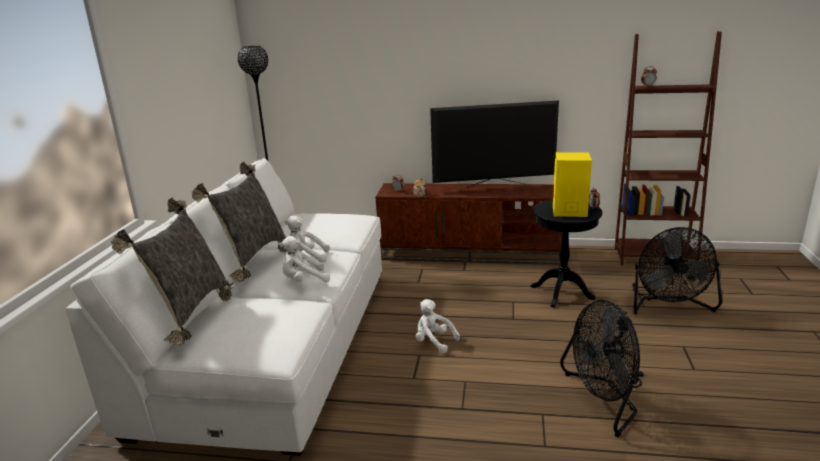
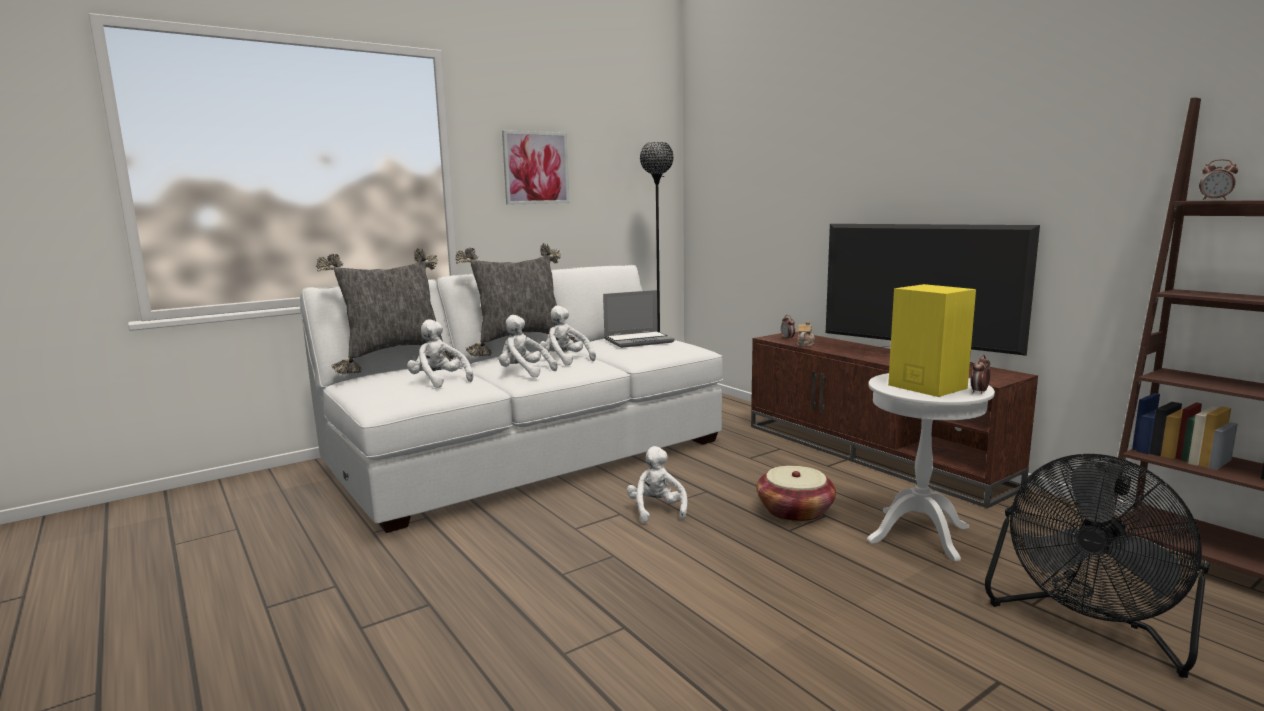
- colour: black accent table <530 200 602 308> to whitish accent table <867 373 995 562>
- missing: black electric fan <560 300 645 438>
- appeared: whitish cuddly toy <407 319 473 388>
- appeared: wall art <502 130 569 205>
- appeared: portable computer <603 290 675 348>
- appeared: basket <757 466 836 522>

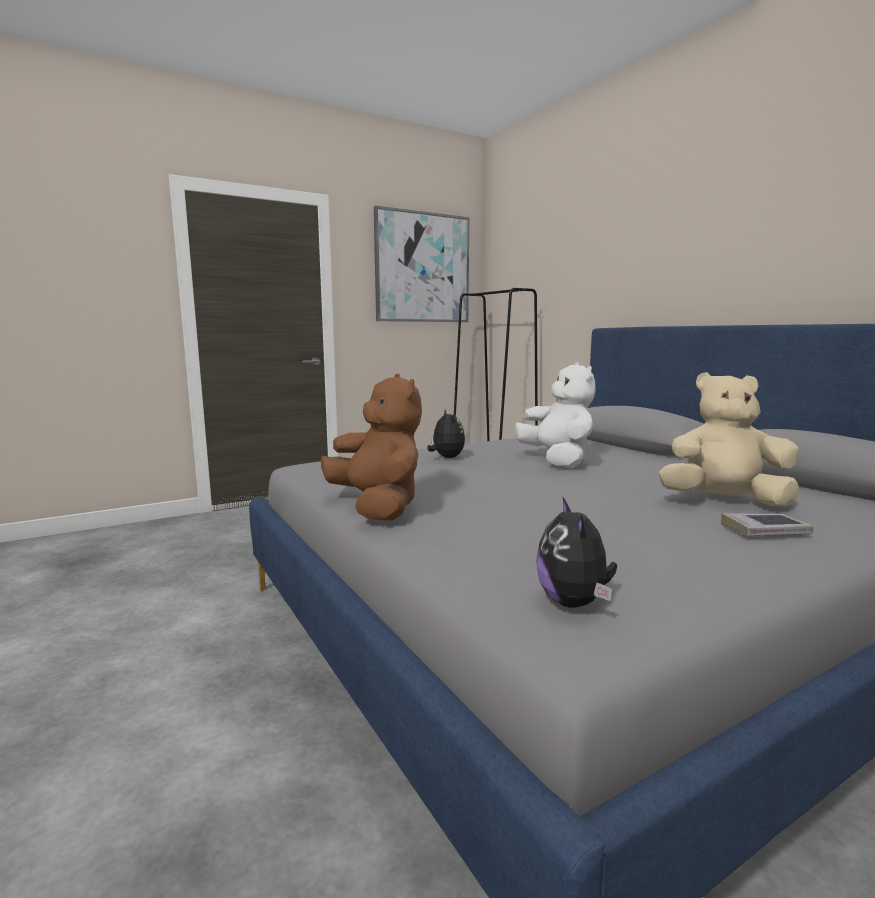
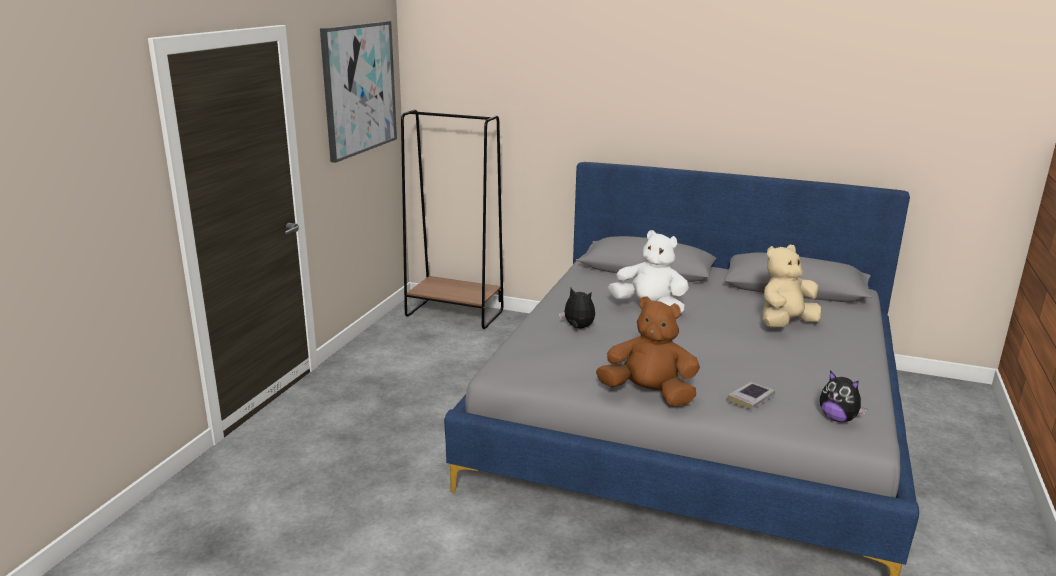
- relocated: bound book <721 513 814 536> to <728 382 775 410>

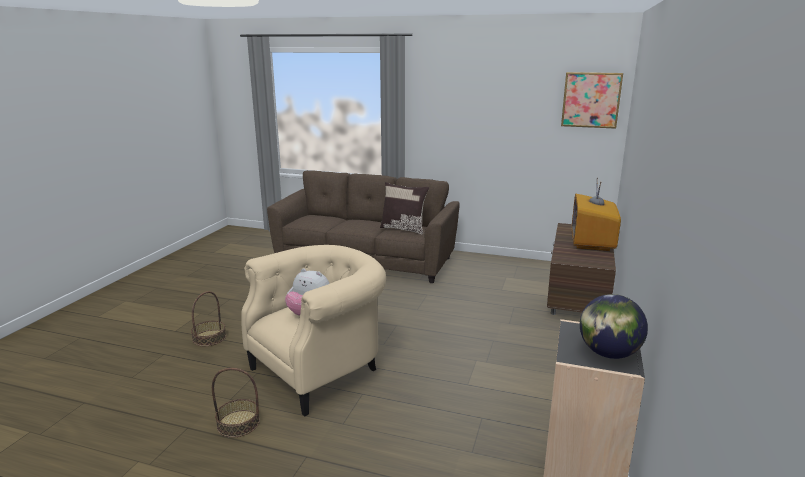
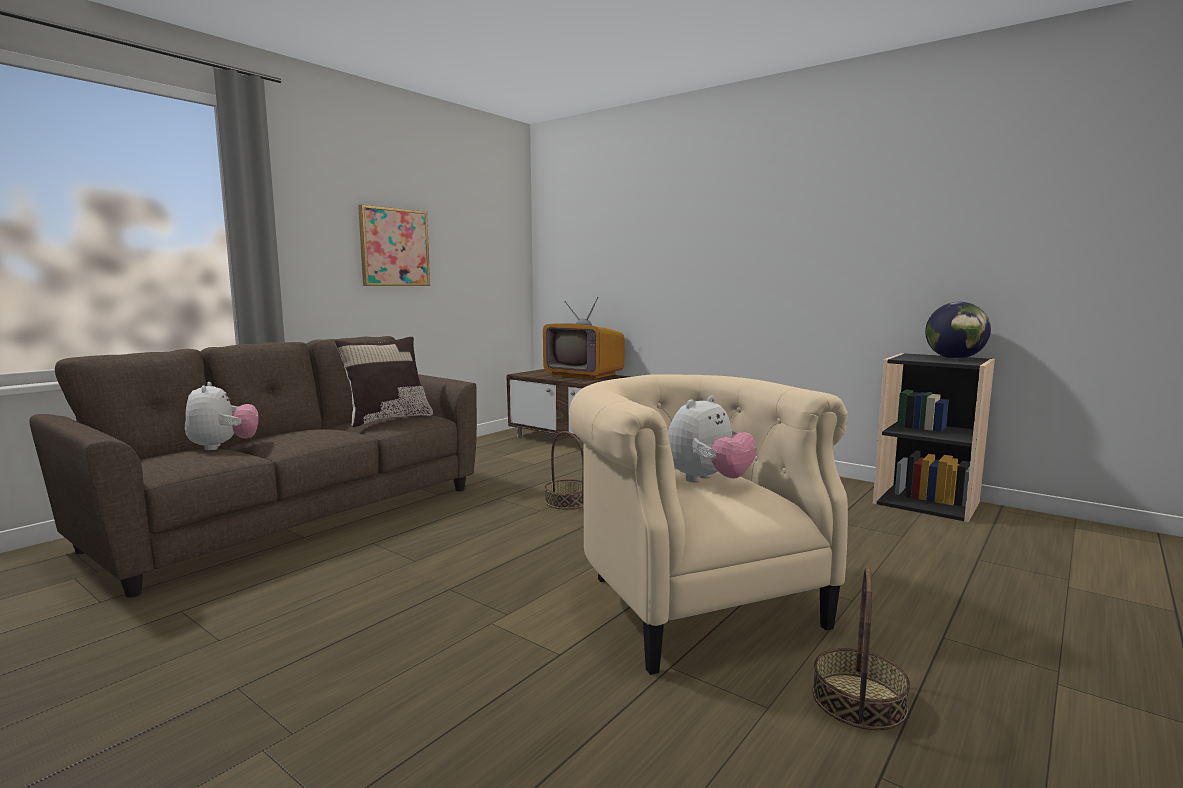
- relocated: basket <191 291 226 346> to <545 431 584 509>
- relocated: wall art <561 72 623 129> to <358 205 430 286>
- appeared: cuddly toy <185 382 259 450>

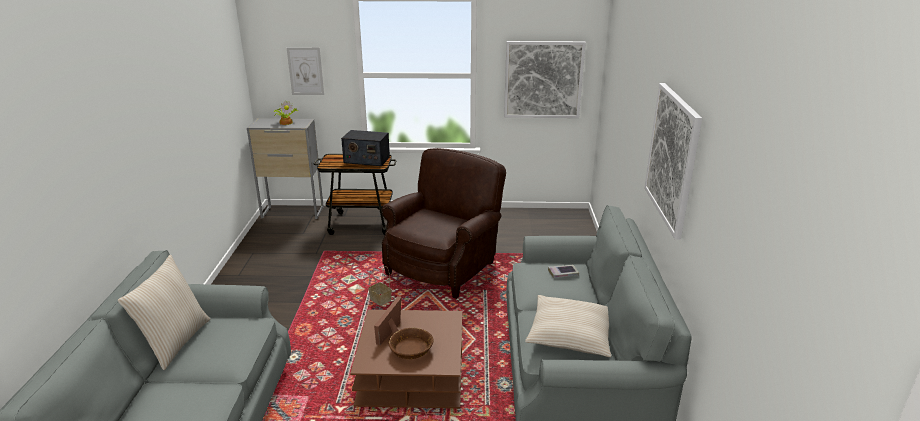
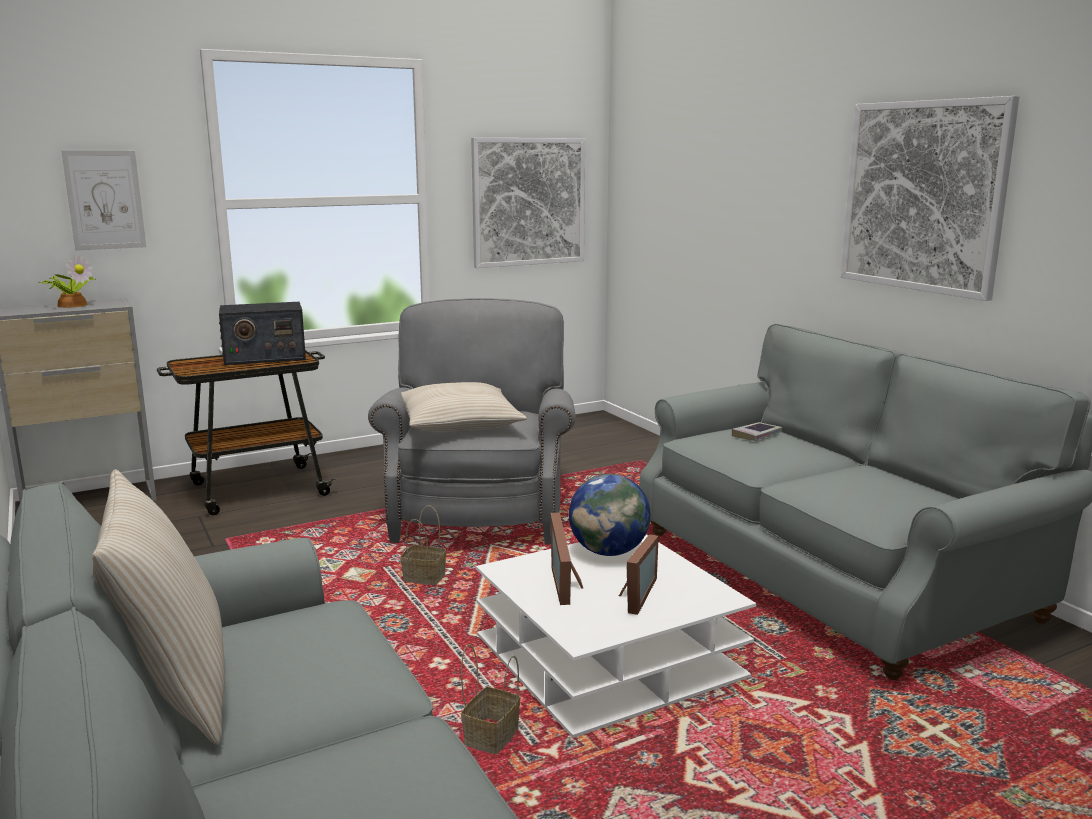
- colour: brown-coloured lounge table <350 310 462 408> to whitish lounge table <476 535 756 738>
- colour: brown-coloured armchair <382 148 506 299> to gray armchair <368 298 576 544>
- exchanged: brown-coloured bowl <389 328 434 359> to photo frame <619 534 659 615>
- relocated: beige-coloured cushion <525 295 611 357> to <401 382 527 432>
- appeared: basket <461 644 520 754>
- appeared: desk globe <569 474 651 556>

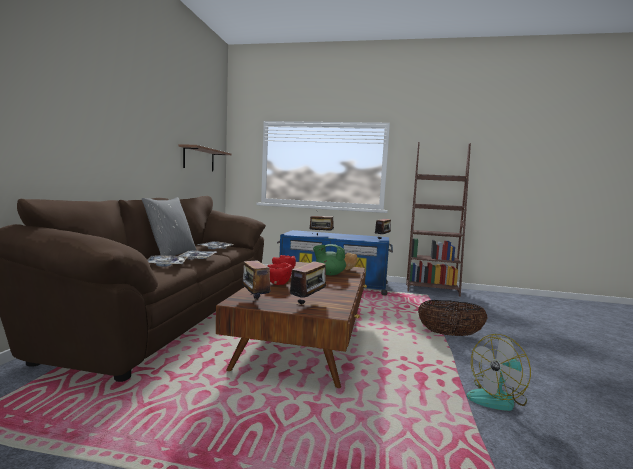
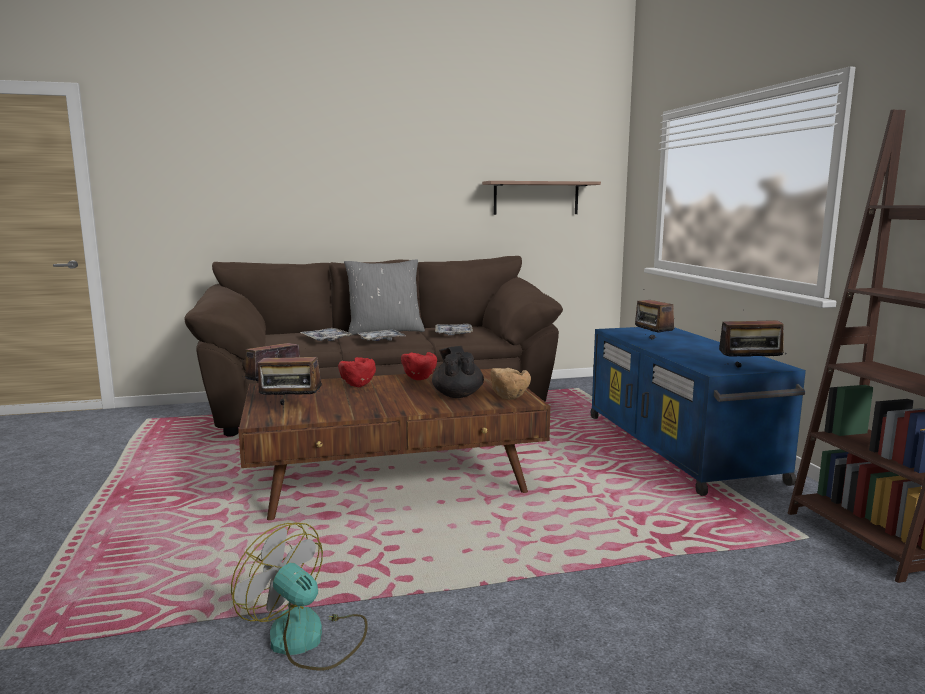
- colour: green-coloured tea pot <313 244 346 275> to black tea pot <432 346 484 398>
- missing: basket <418 300 488 336>

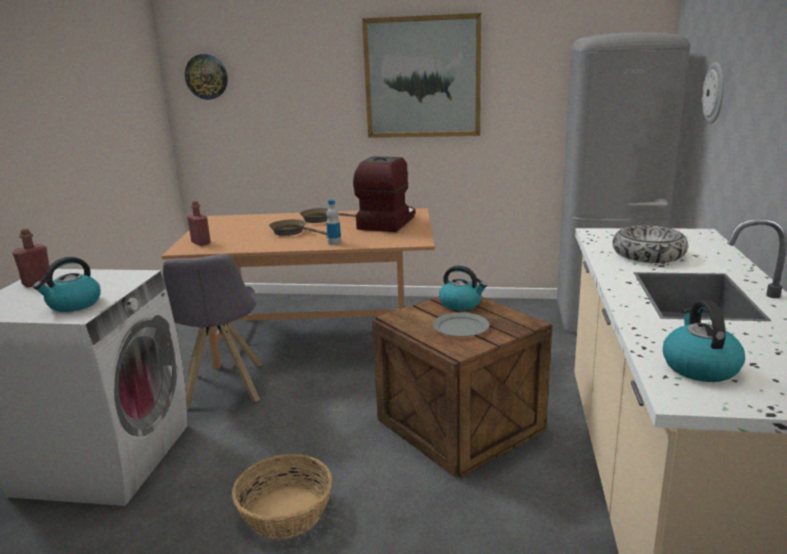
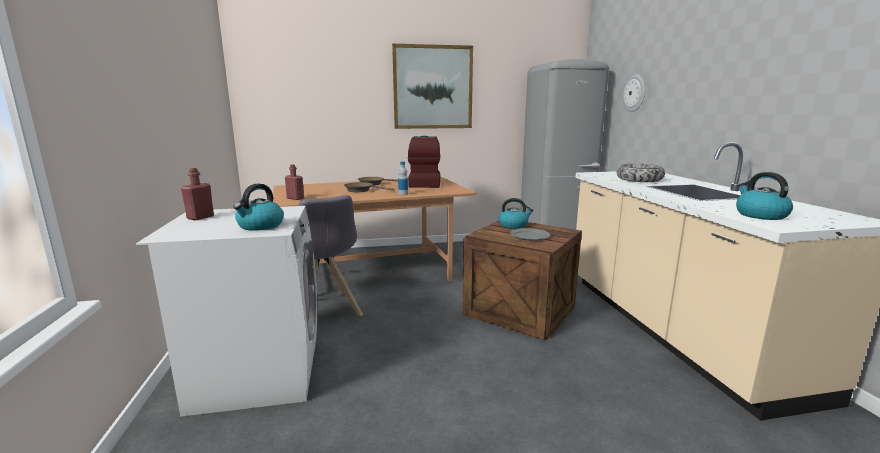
- missing: hanging clock <185 54 228 100>
- missing: basket <232 454 332 539>

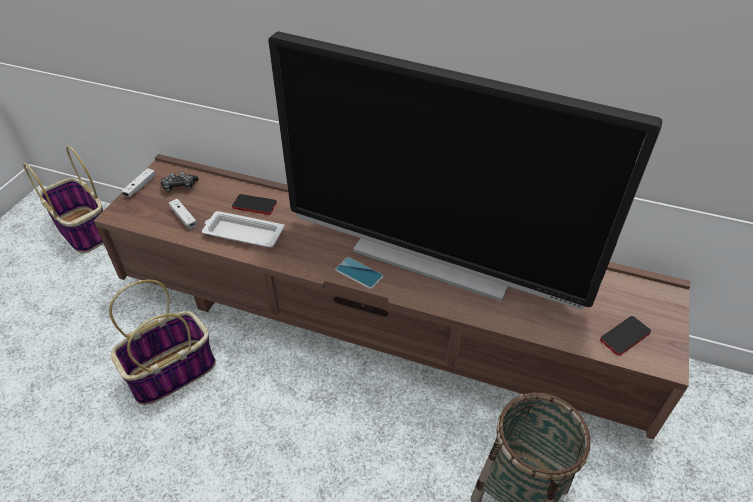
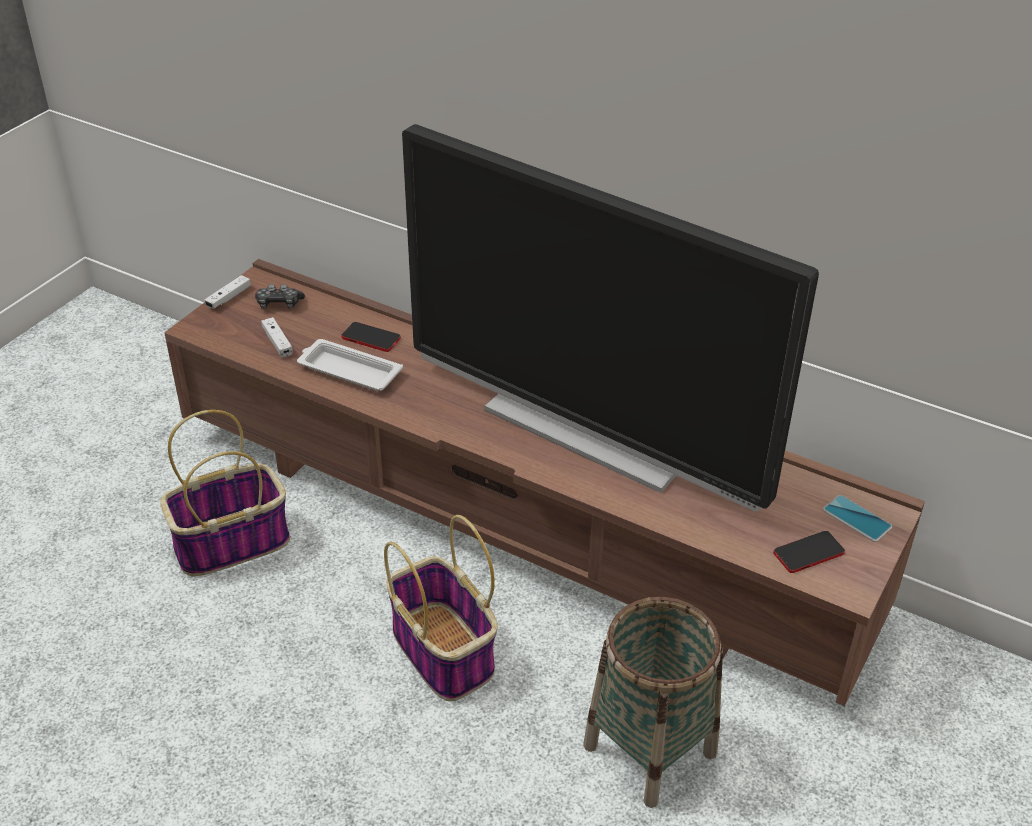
- relocated: basket <23 145 104 253> to <384 515 498 701>
- relocated: phone <335 257 384 289> to <823 495 892 542>

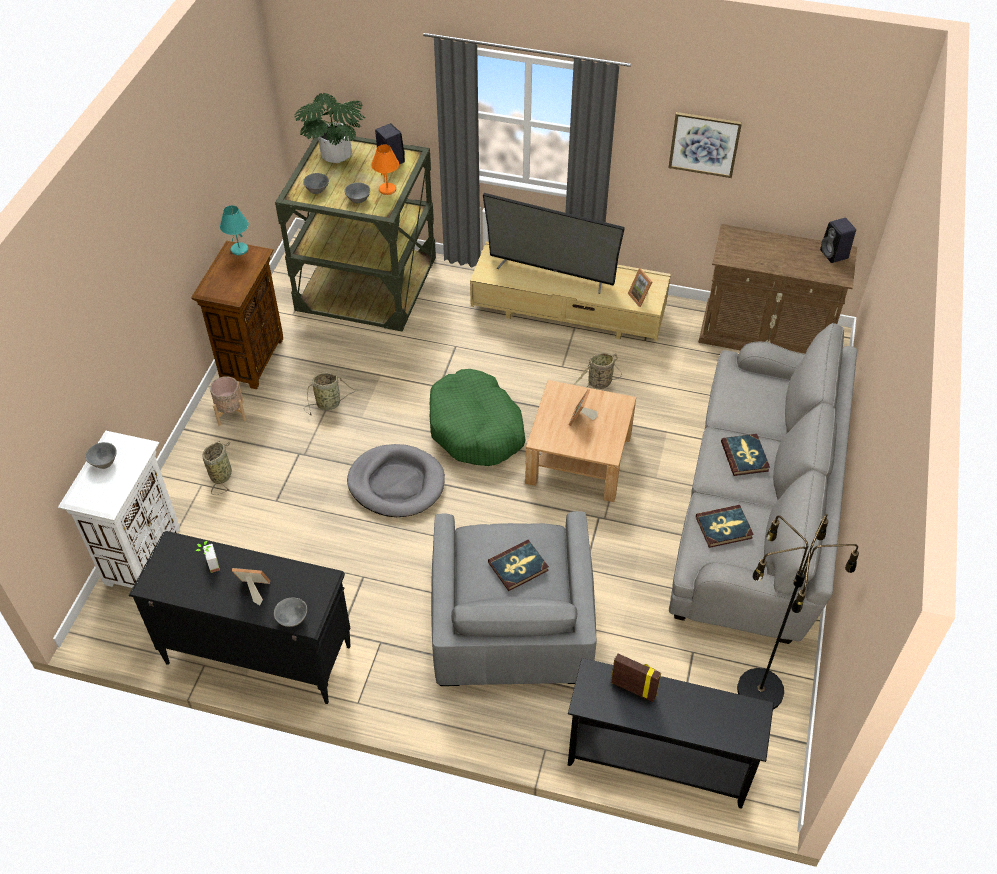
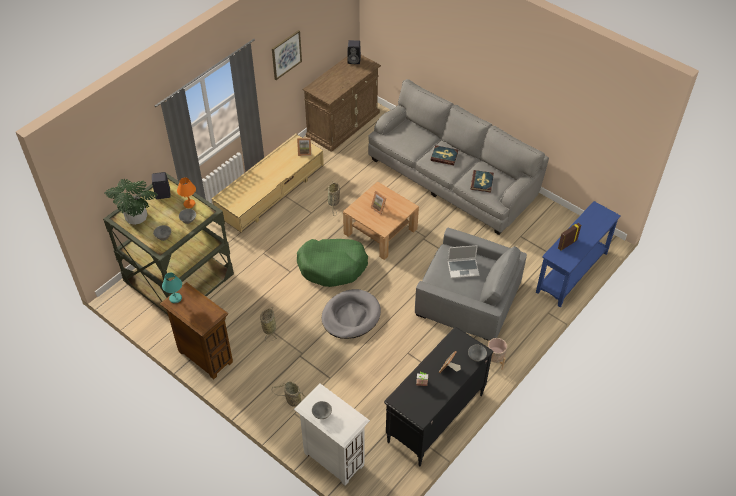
- relocated: beige-coloured planter <210 376 246 426> to <487 338 507 370>
- missing: TV set <483 193 625 294>
- exchanged: bound book <488 540 549 591> to portable computer <448 245 479 278>
- colour: black hall table <568 658 774 809> to blue-coloured hall table <536 201 621 307>
- missing: floor lamp <737 514 859 710>

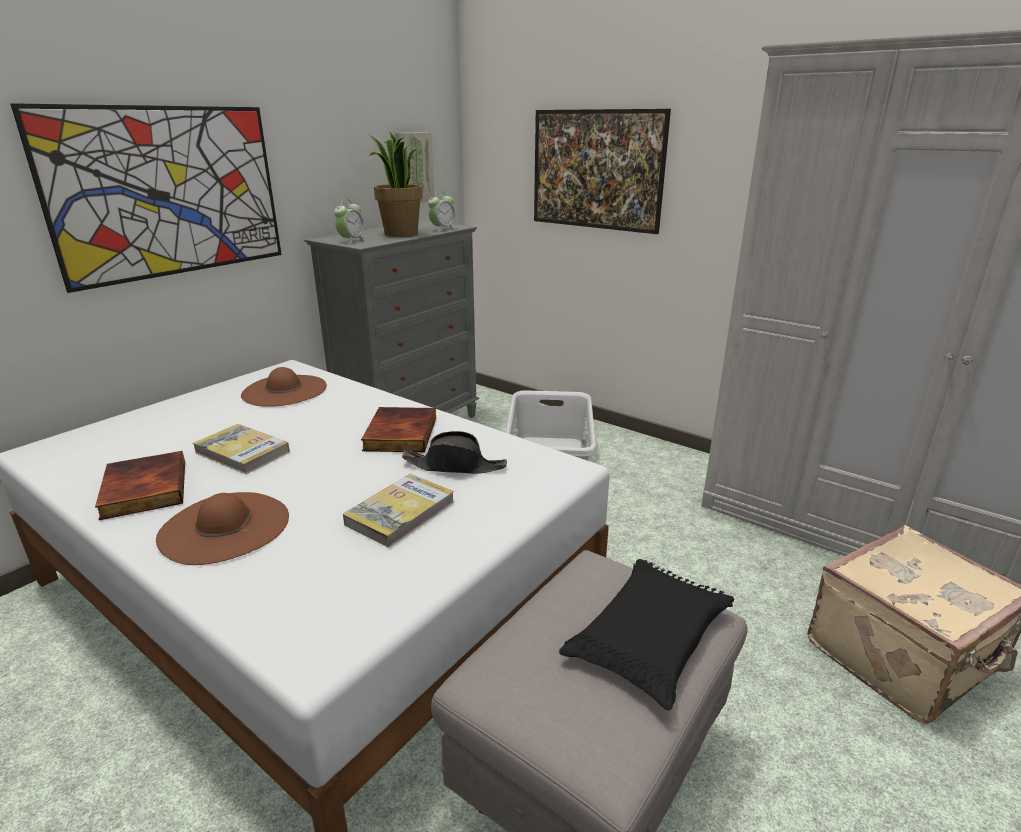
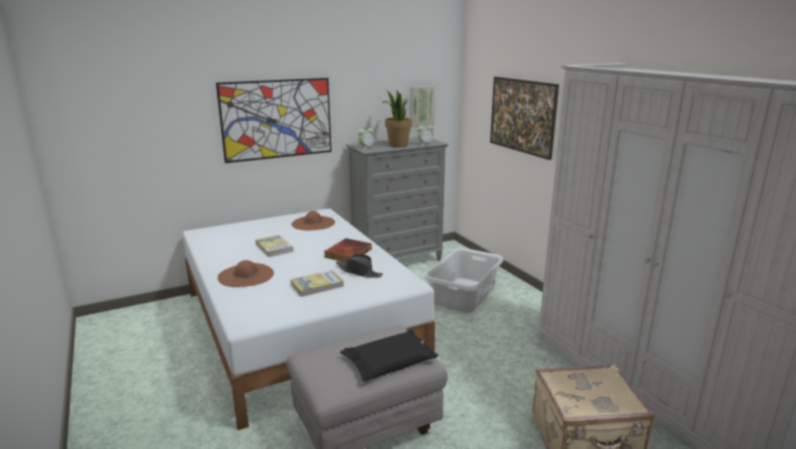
- missing: bound book <95 451 185 520>

